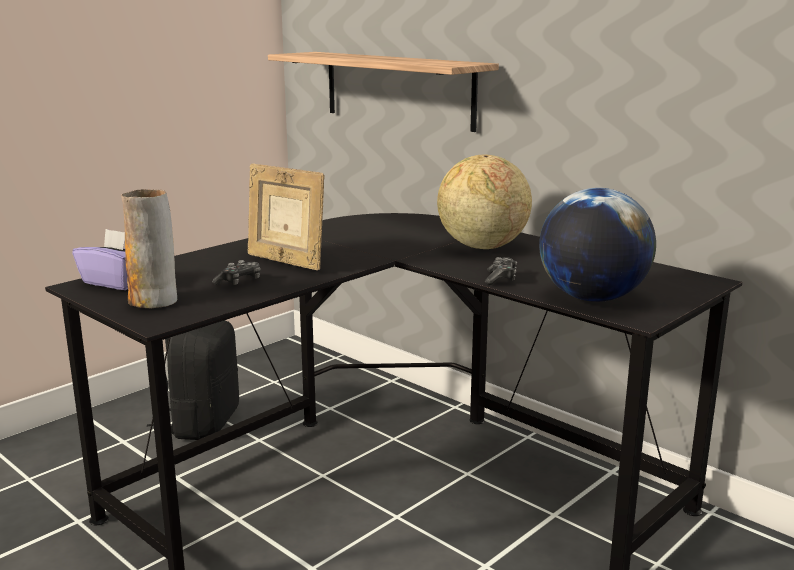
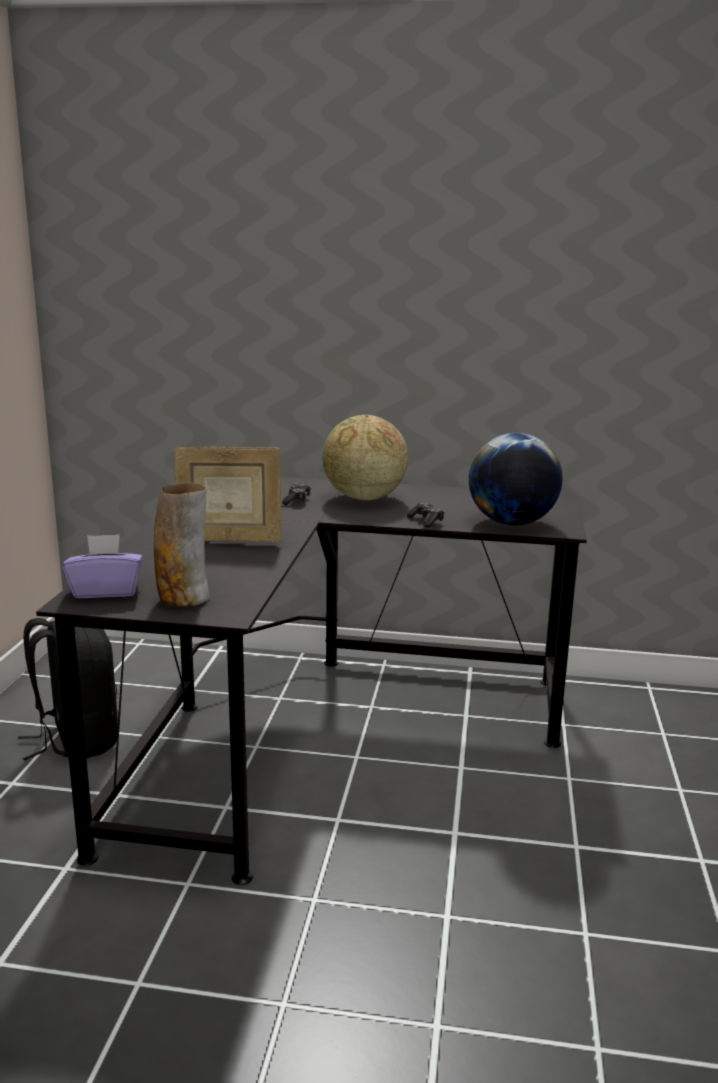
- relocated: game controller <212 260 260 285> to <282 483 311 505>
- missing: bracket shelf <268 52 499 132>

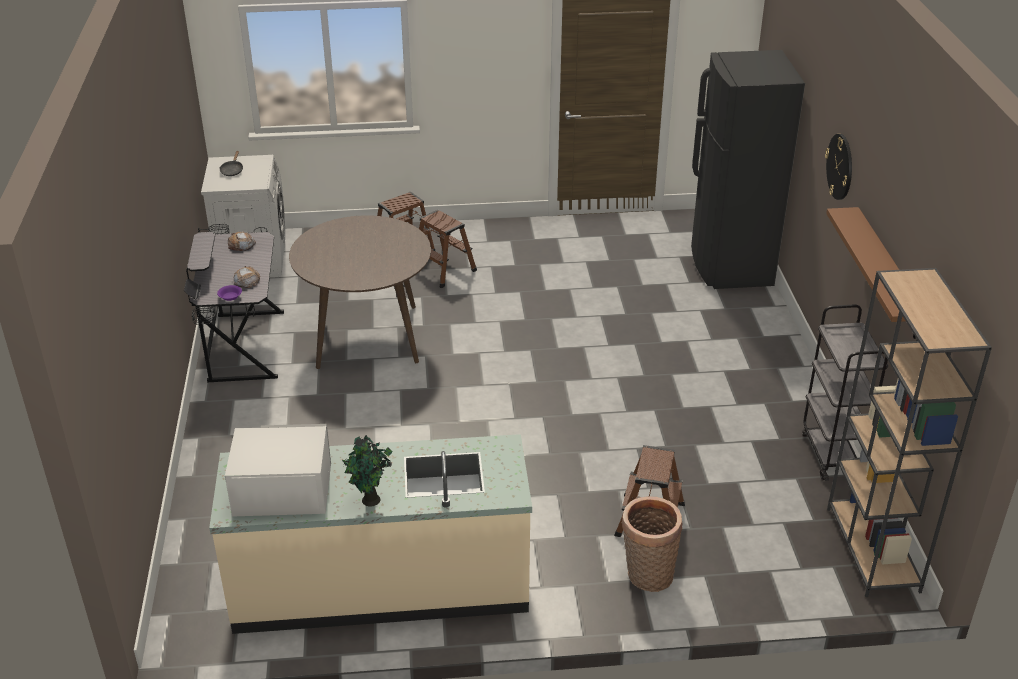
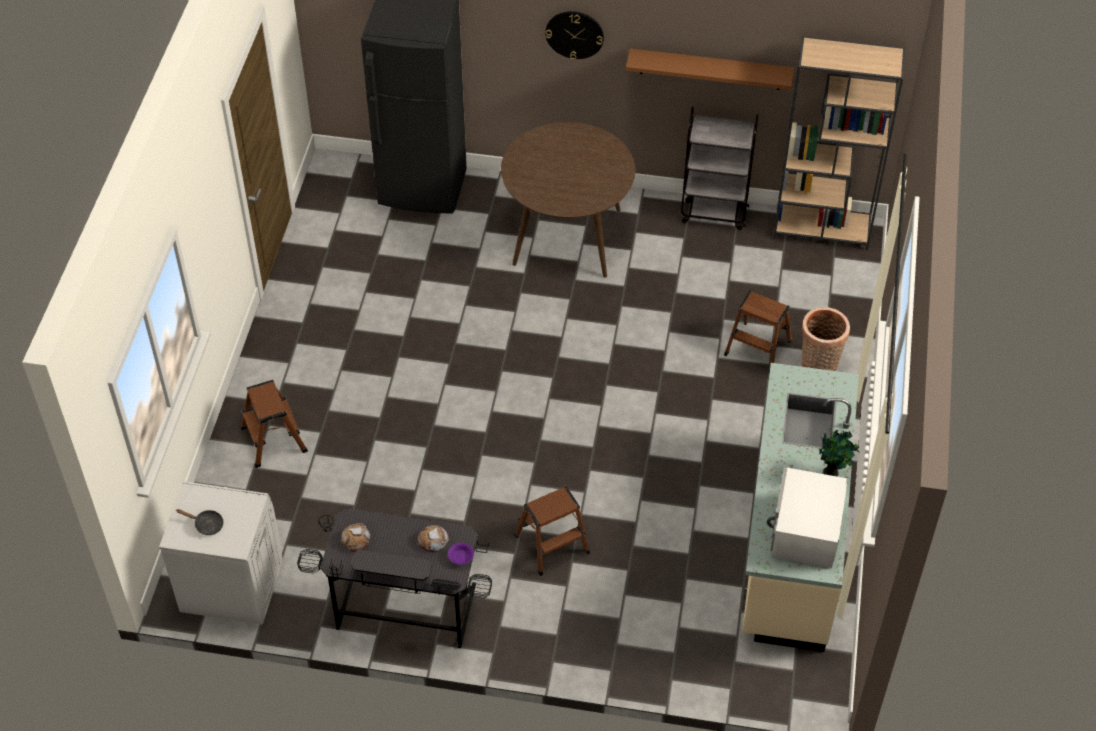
- relocated: brown-coloured dining table <289 215 431 369> to <501 122 635 277>
- relocated: brown-coloured stepladder <419 209 477 288> to <514 486 590 576>

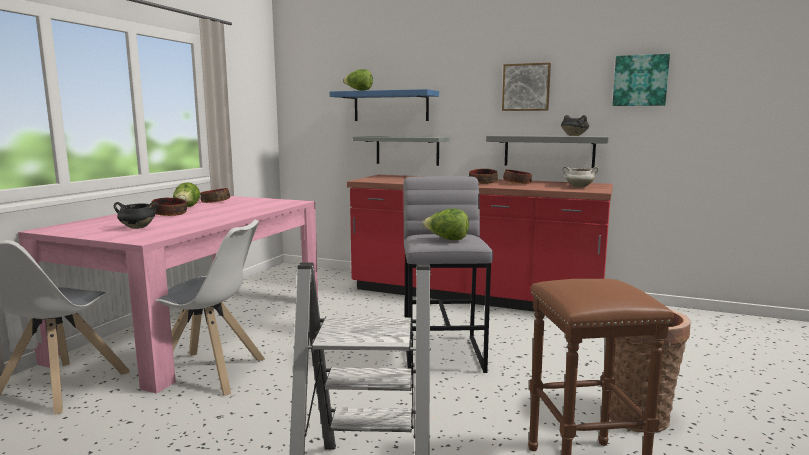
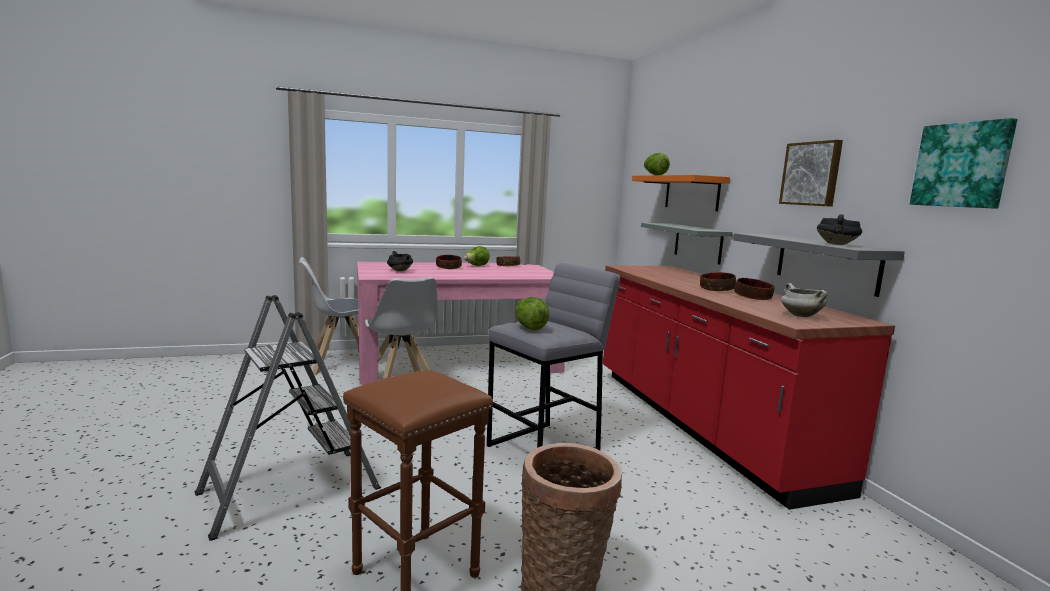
- colour: blue-coloured bracket shelf <330 89 439 121> to orange bracket shelf <632 175 730 211>

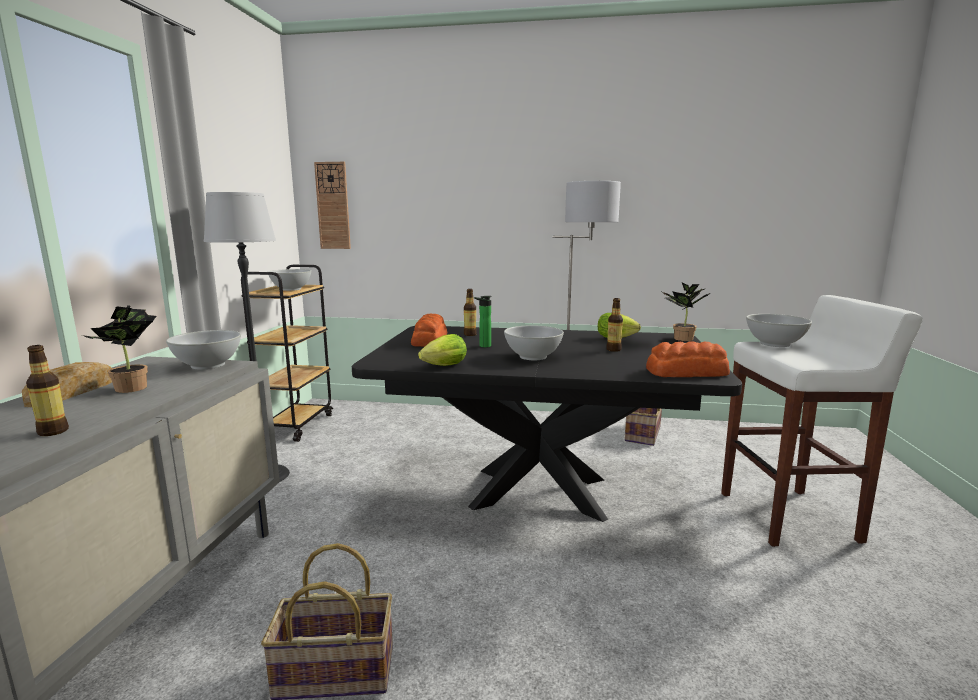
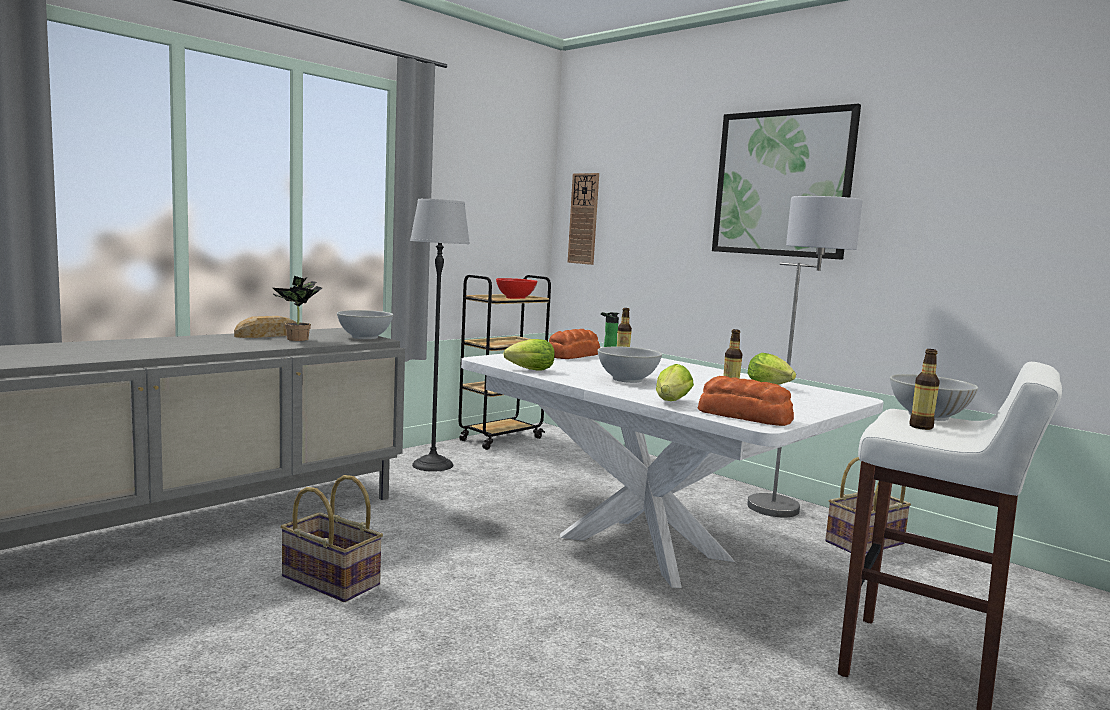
- relocated: beverage bottle <26 345 69 436> to <909 349 940 430>
- colour: whitish bowl <268 269 311 291> to reddish bowl <496 278 537 299>
- colour: black dining table <352 326 742 522> to whitish dining table <461 347 884 588>
- missing: potted plant <662 283 710 341>
- appeared: lettuce head <656 364 694 401>
- appeared: wall art <712 104 861 260>

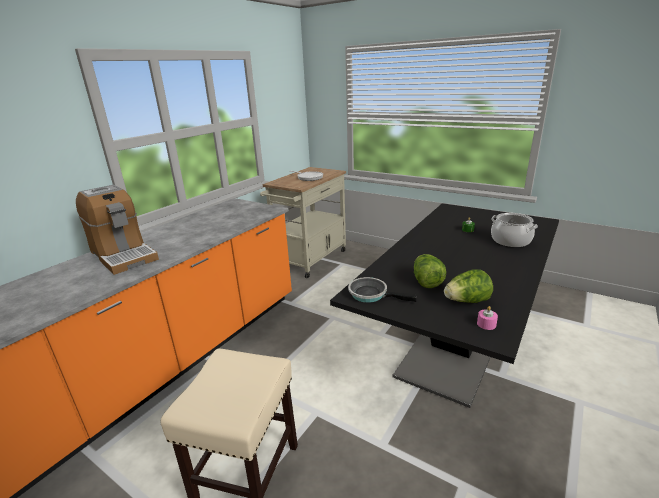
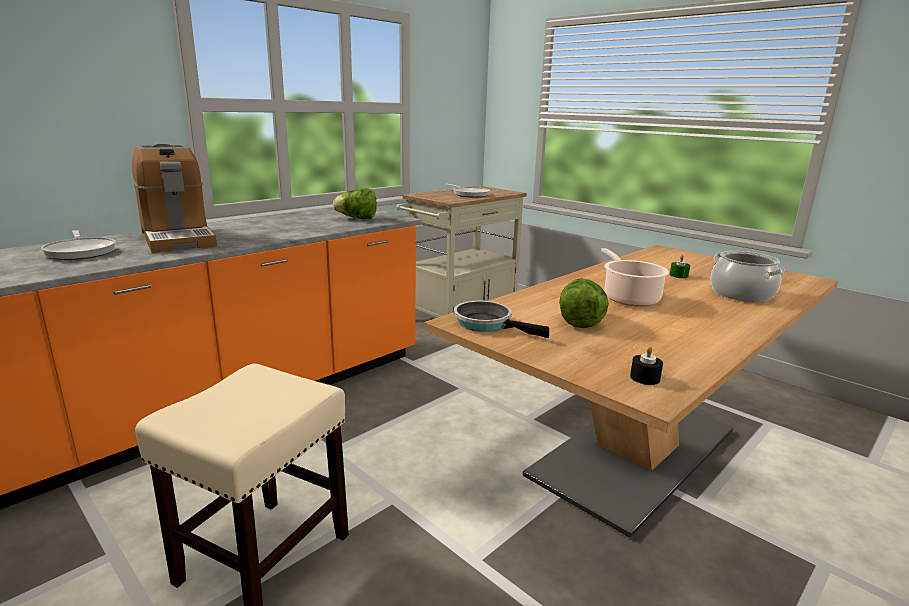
- colour: black dining table <330 203 559 408> to beige-coloured dining table <424 245 838 538>
- relocated: lettuce head <444 269 493 303> to <333 188 377 219>
- colour: pinkish wax light <477 306 498 330> to black wax light <630 346 663 385>
- appeared: frying pan <41 230 116 260>
- appeared: cooking pot <601 248 669 307>

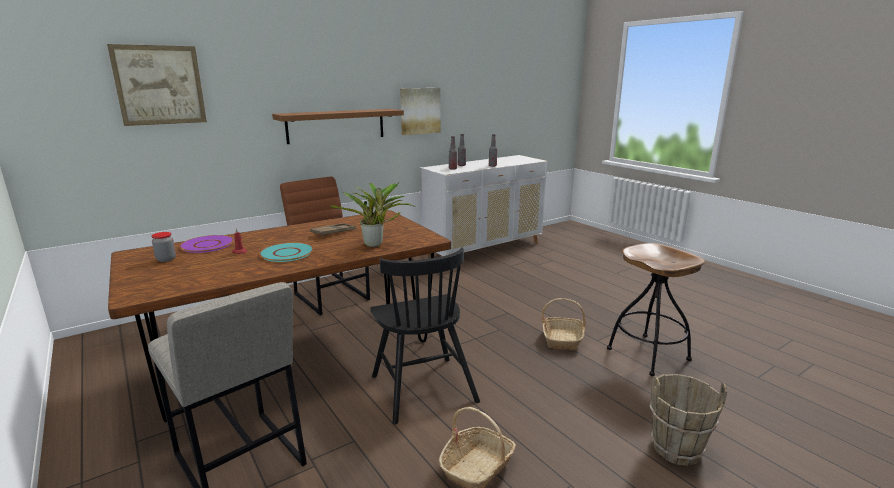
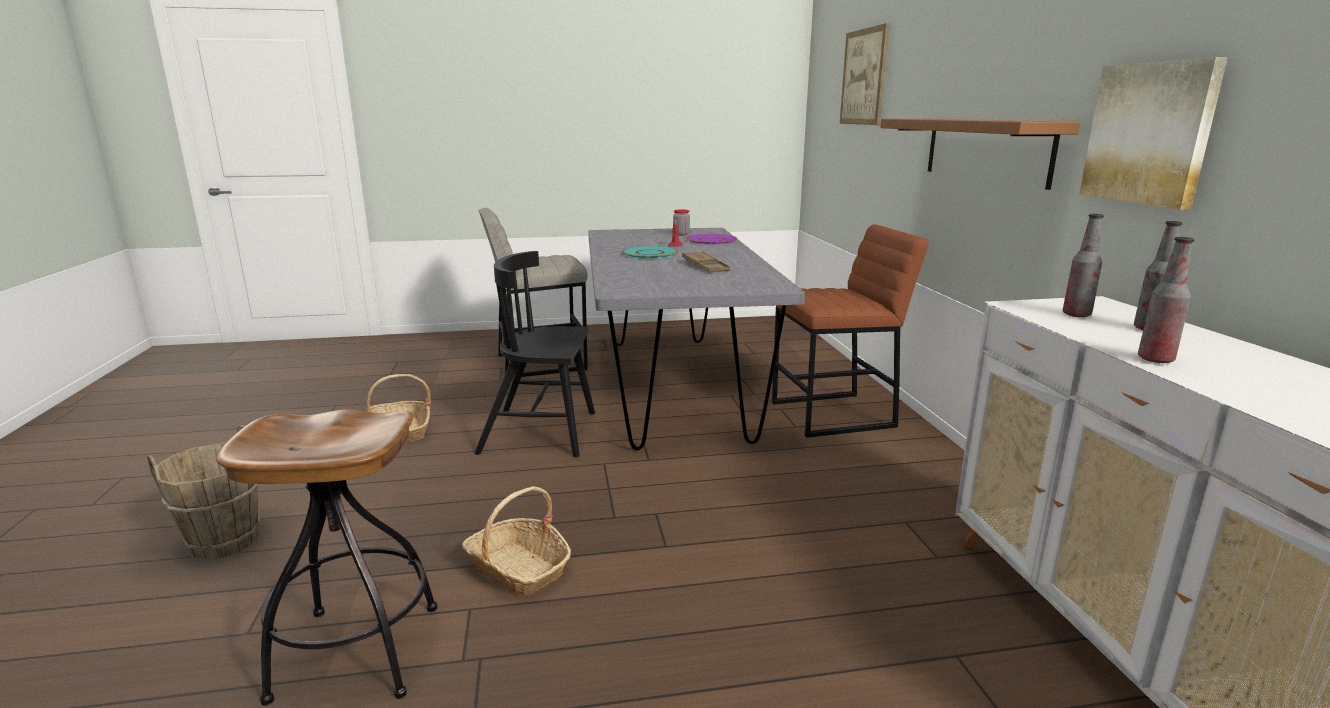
- colour: brown-coloured dining table <108 210 451 422> to gray dining table <588 228 805 450>
- missing: potted plant <330 183 415 247>

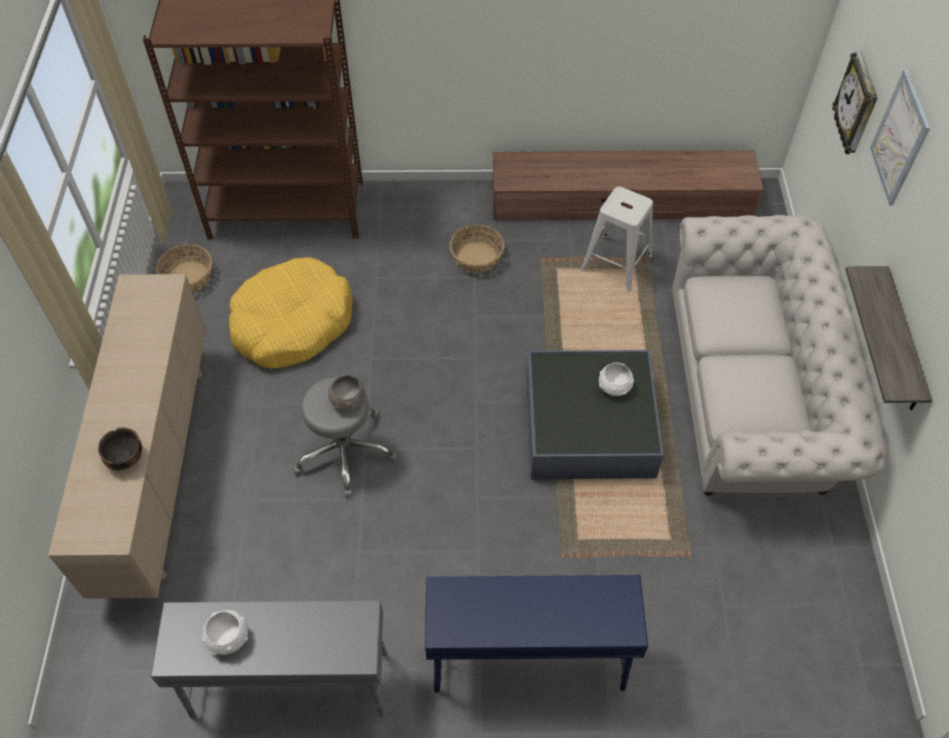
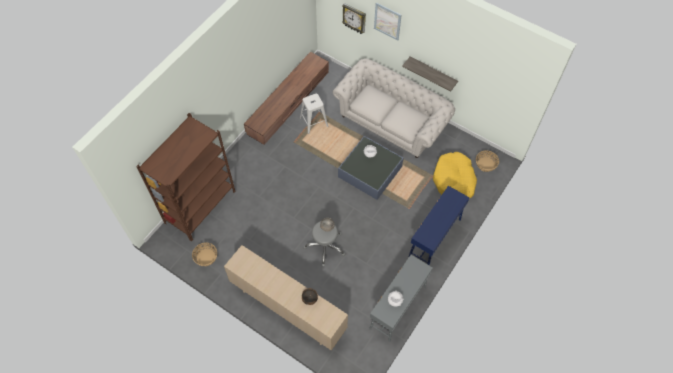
- relocated: yellow dog cushion <229 257 353 369> to <433 152 477 198>
- relocated: basket <450 225 505 273> to <476 150 499 172>

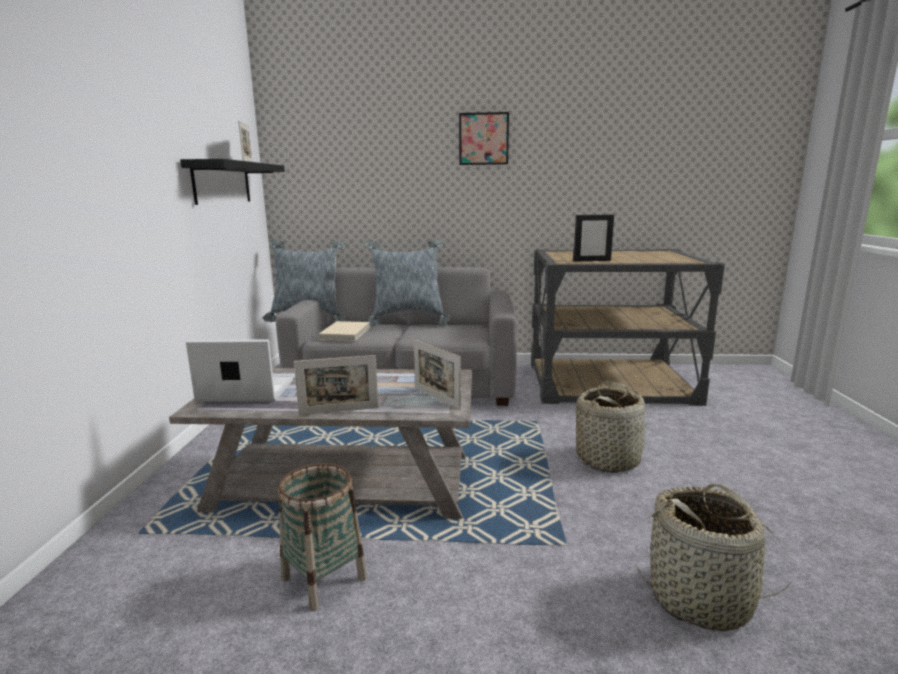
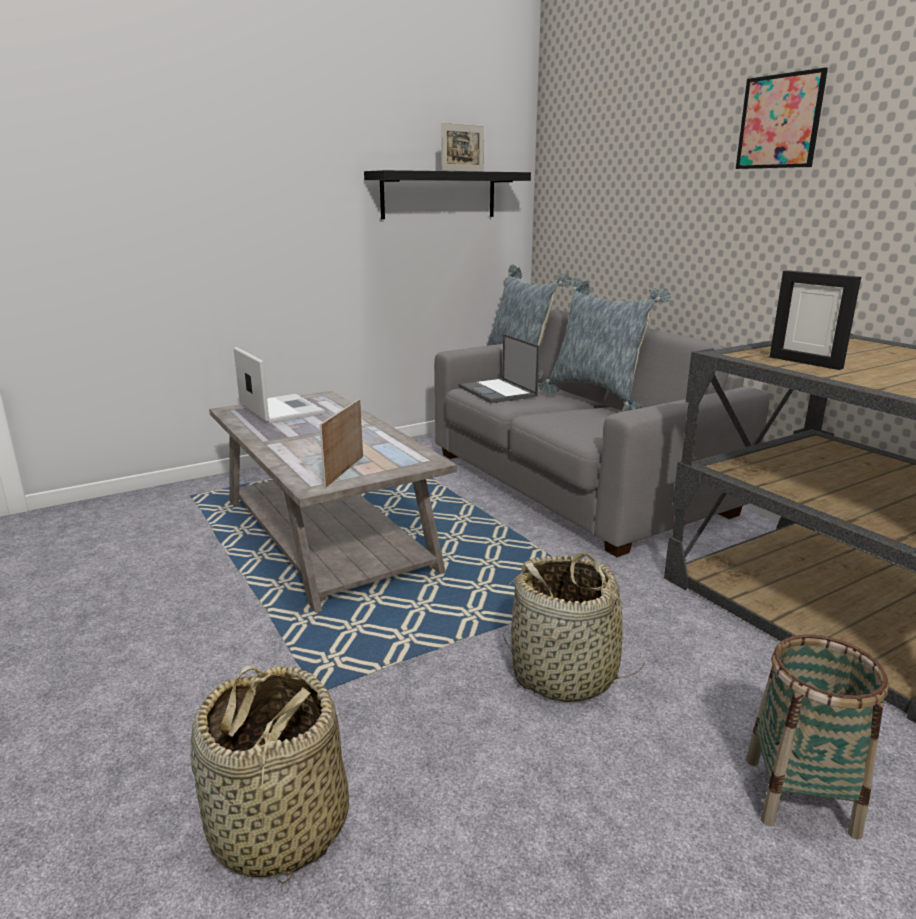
- relocated: basket <278 463 367 611> to <746 635 889 840>
- missing: photo frame <294 355 378 415>
- exchanged: beige-coloured bound book <318 321 370 341> to portable computer <459 334 540 403>

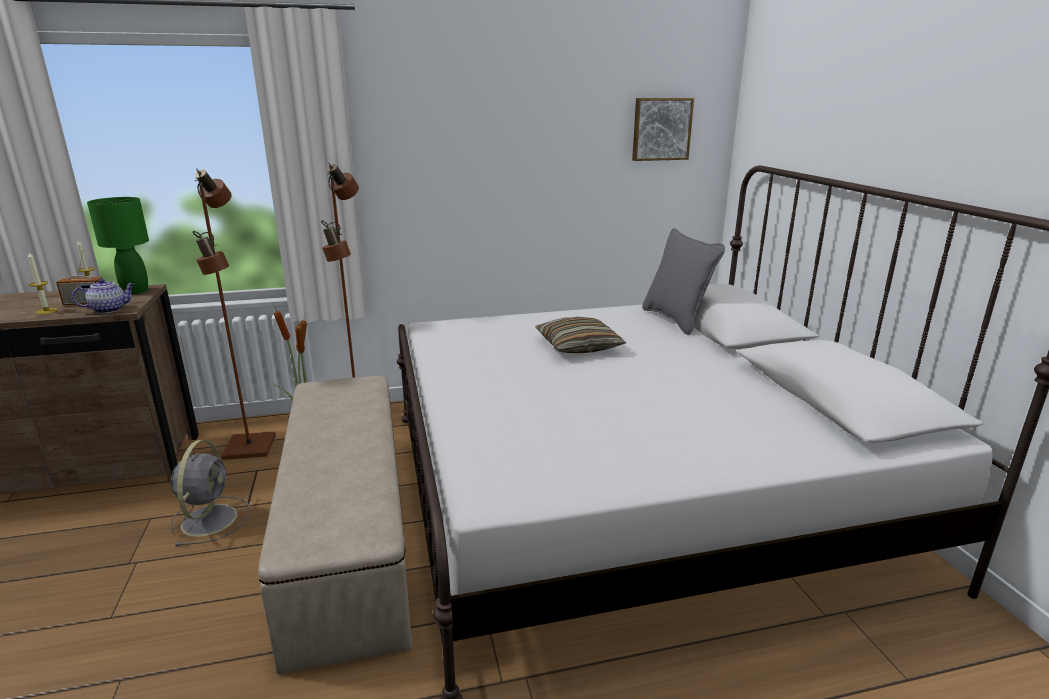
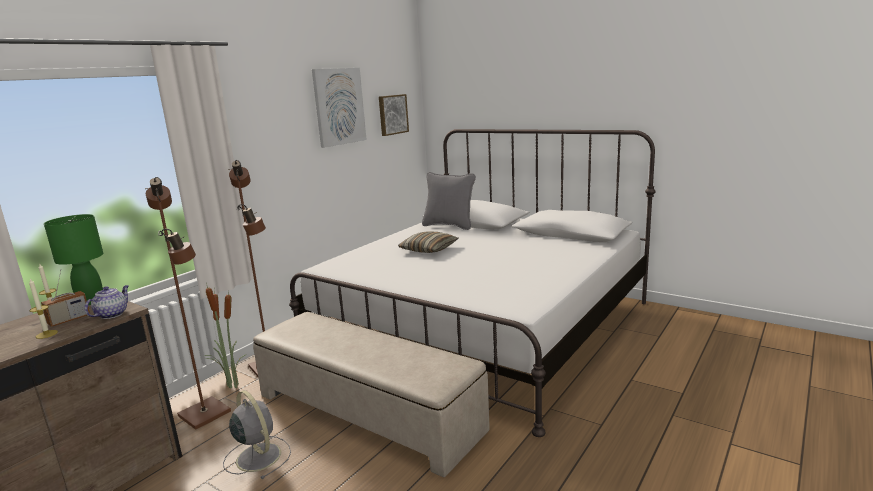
- appeared: wall art <312 68 367 148>

